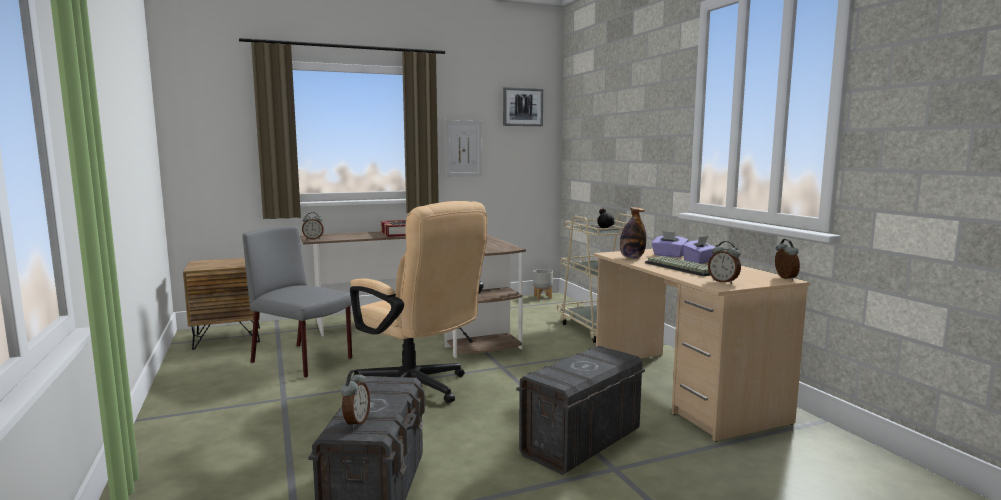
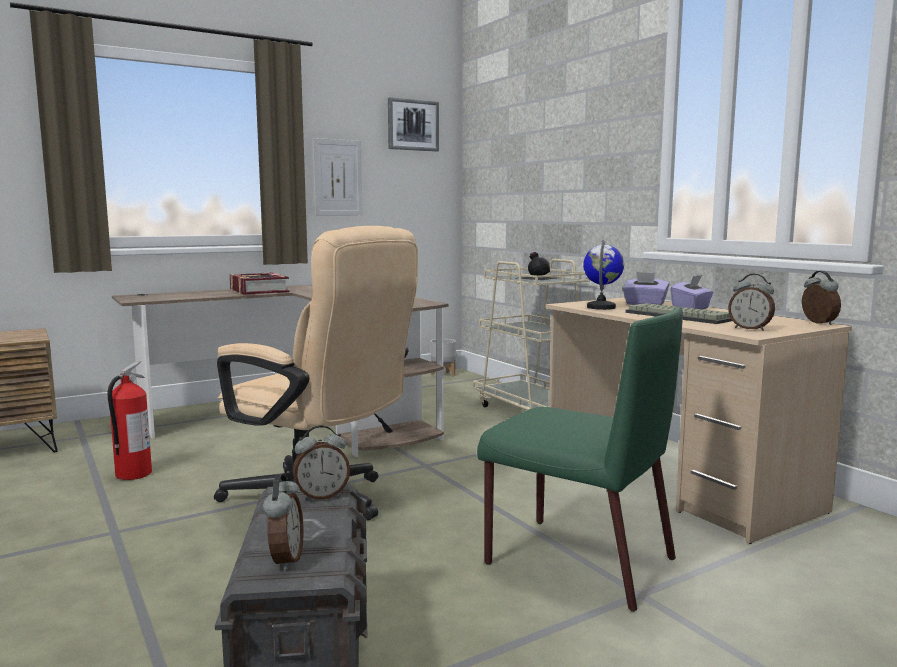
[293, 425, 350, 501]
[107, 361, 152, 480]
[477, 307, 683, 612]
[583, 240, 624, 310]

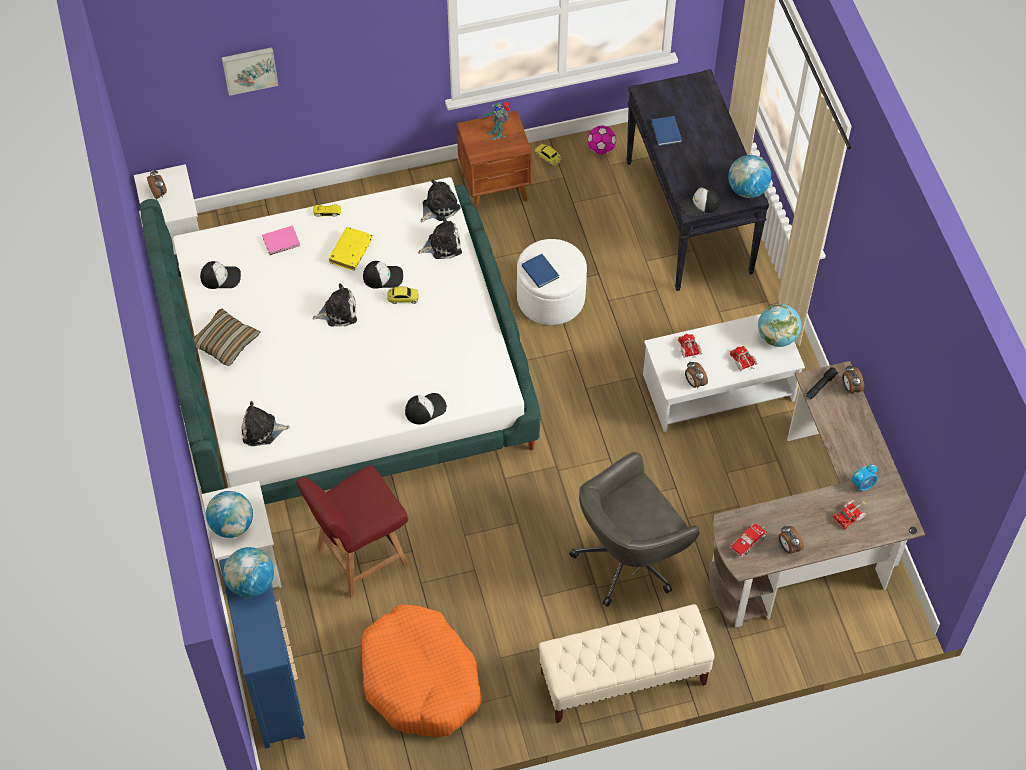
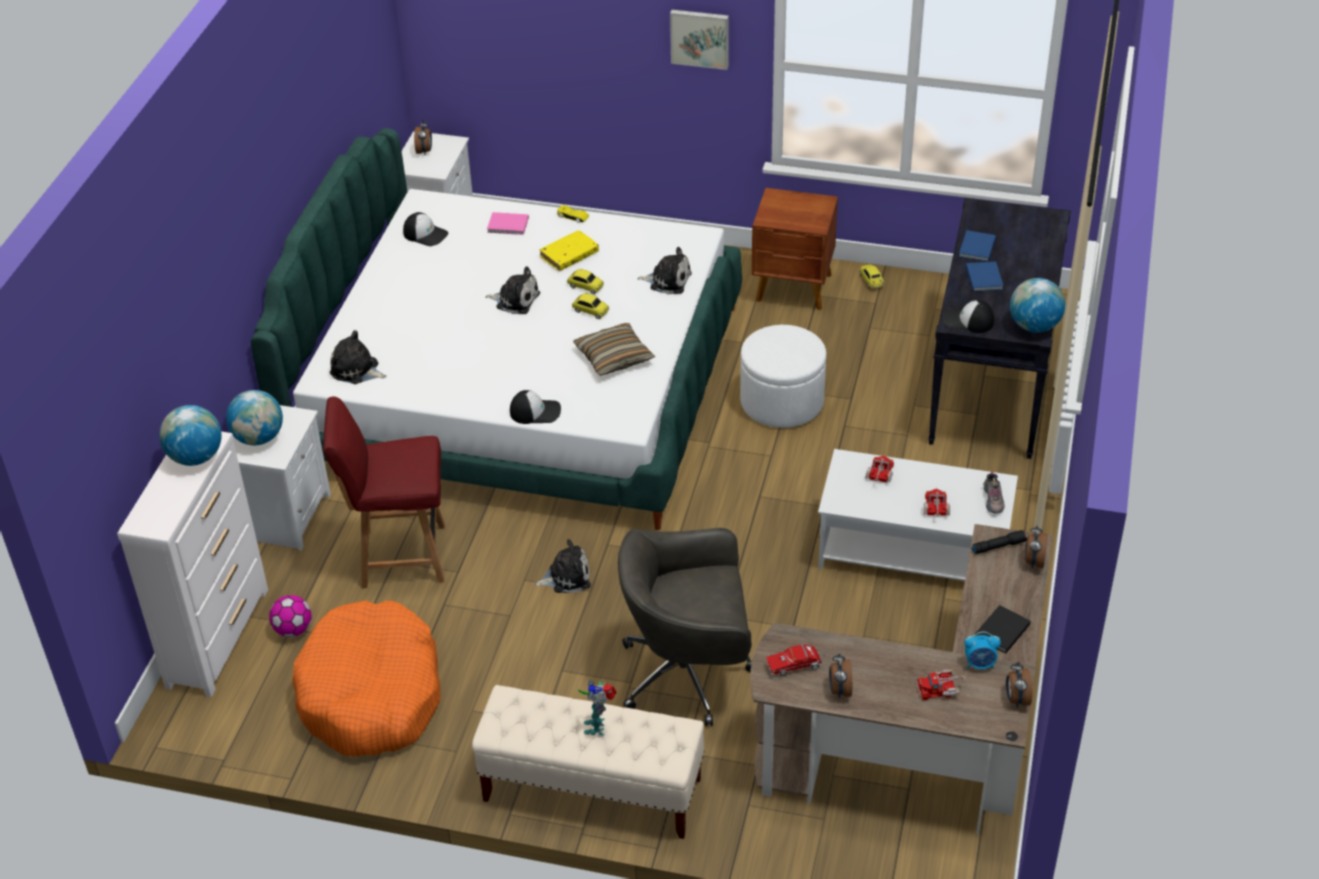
[975, 605, 1031, 654]
[573, 323, 655, 376]
[670, 10, 729, 70]
[534, 539, 591, 593]
[578, 679, 617, 736]
[966, 262, 1003, 292]
[269, 595, 312, 637]
[1006, 662, 1032, 707]
[567, 269, 604, 294]
[983, 472, 1005, 514]
[117, 431, 268, 697]

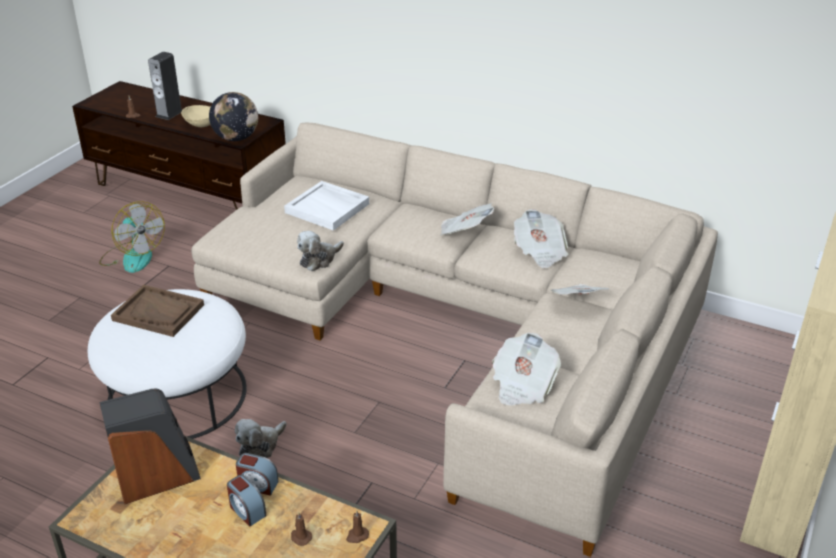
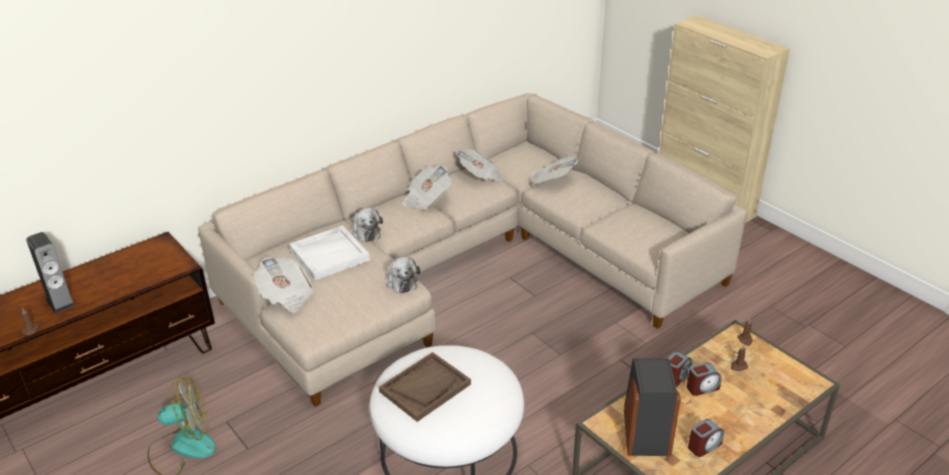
[181, 105, 211, 127] (first image)
[209, 92, 258, 141] (first image)
[688, 419, 724, 457]
[352, 208, 383, 242]
[254, 257, 315, 313]

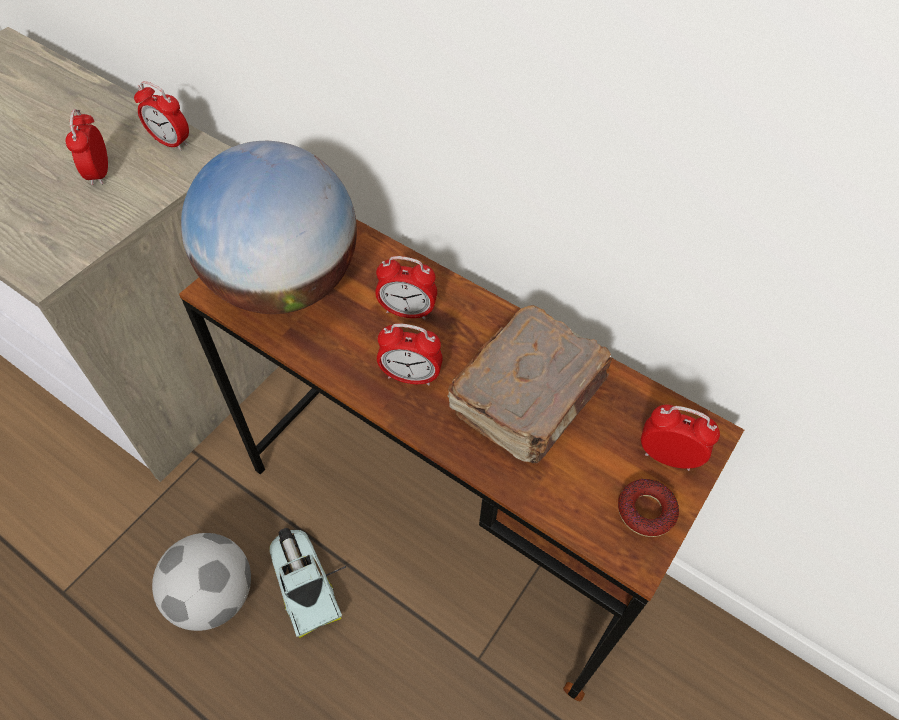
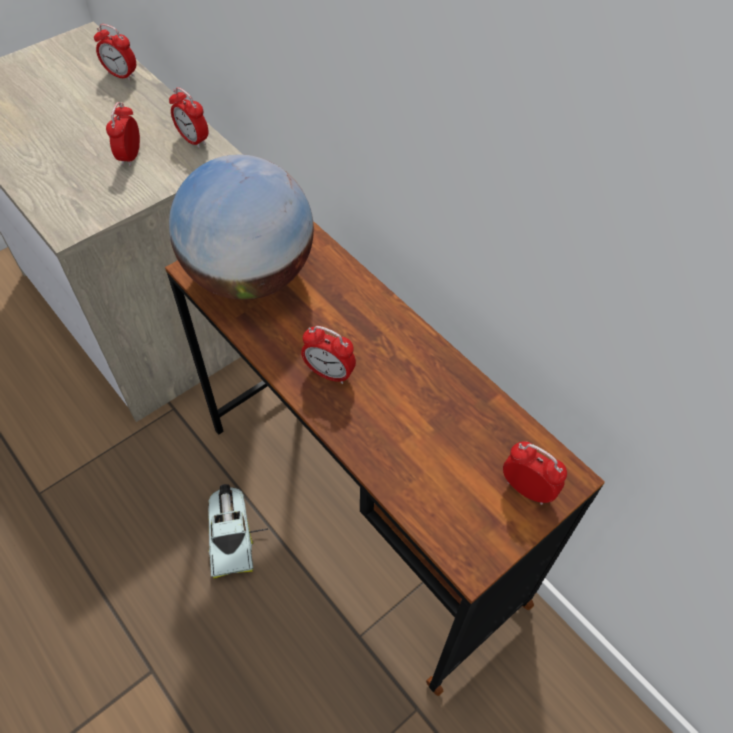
[152, 533, 251, 631] (first image)
[447, 305, 612, 463] (first image)
[618, 479, 679, 537] (first image)
[94, 24, 136, 81]

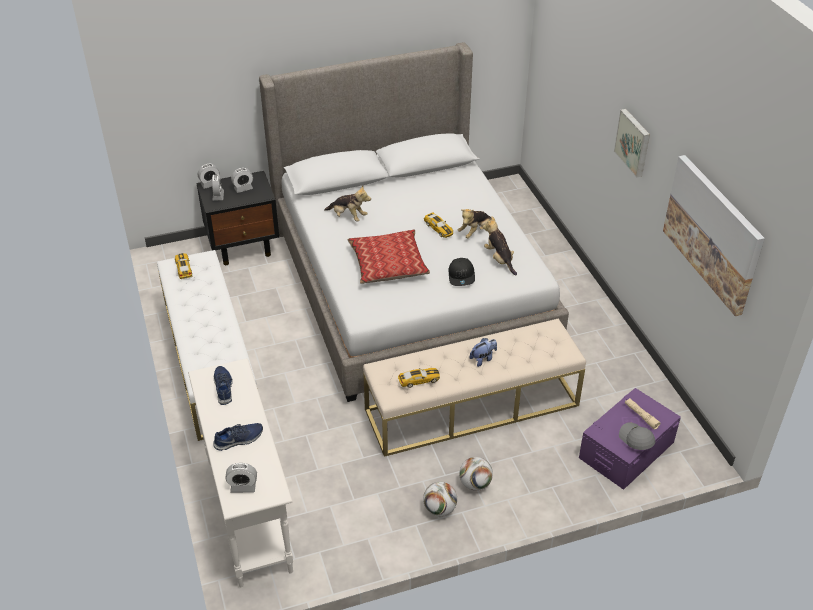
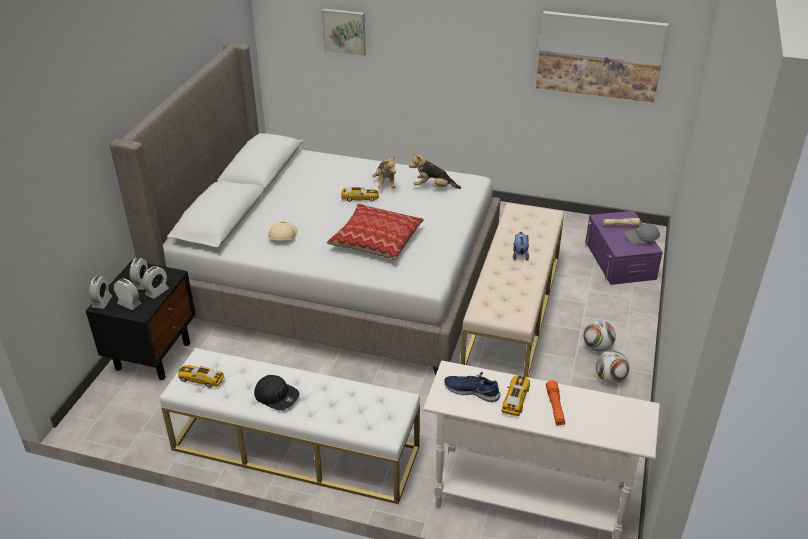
[142, 266, 169, 299]
[501, 376, 530, 417]
[254, 375, 300, 410]
[322, 8, 366, 56]
[546, 380, 565, 425]
[268, 222, 298, 241]

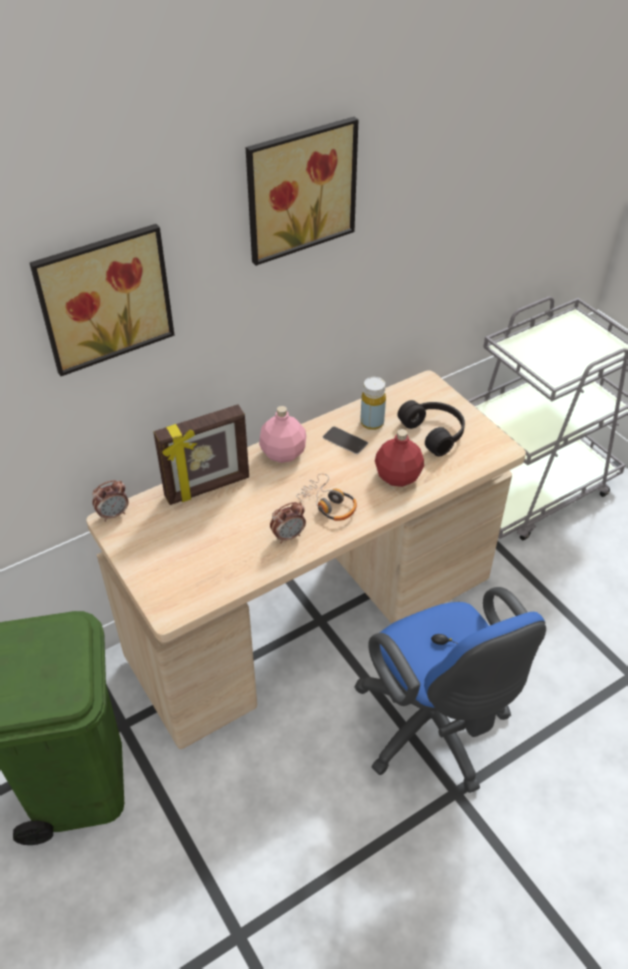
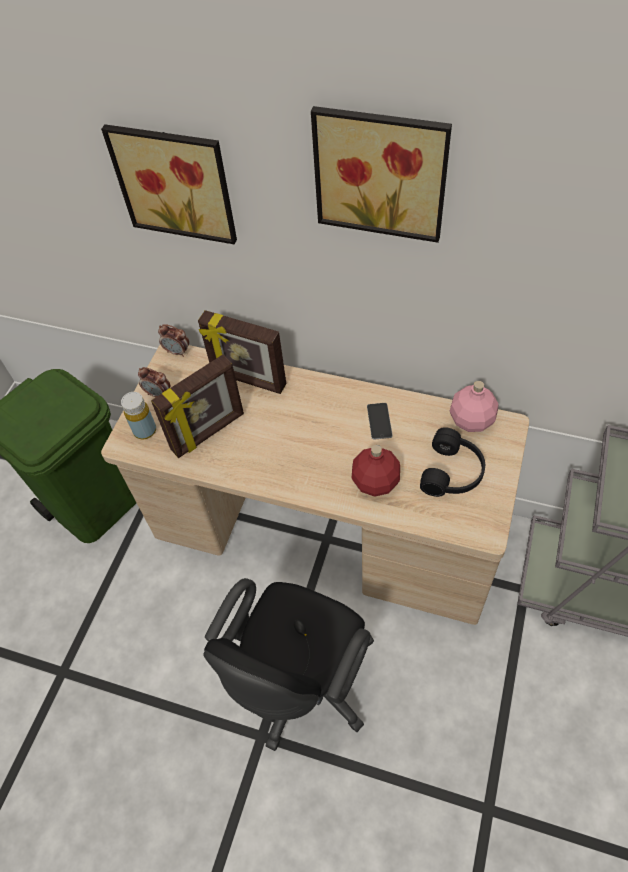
[296, 474, 357, 521] (first image)
[151, 355, 244, 458]
[450, 381, 498, 432]
[138, 367, 170, 397]
[121, 392, 156, 440]
[203, 578, 374, 751]

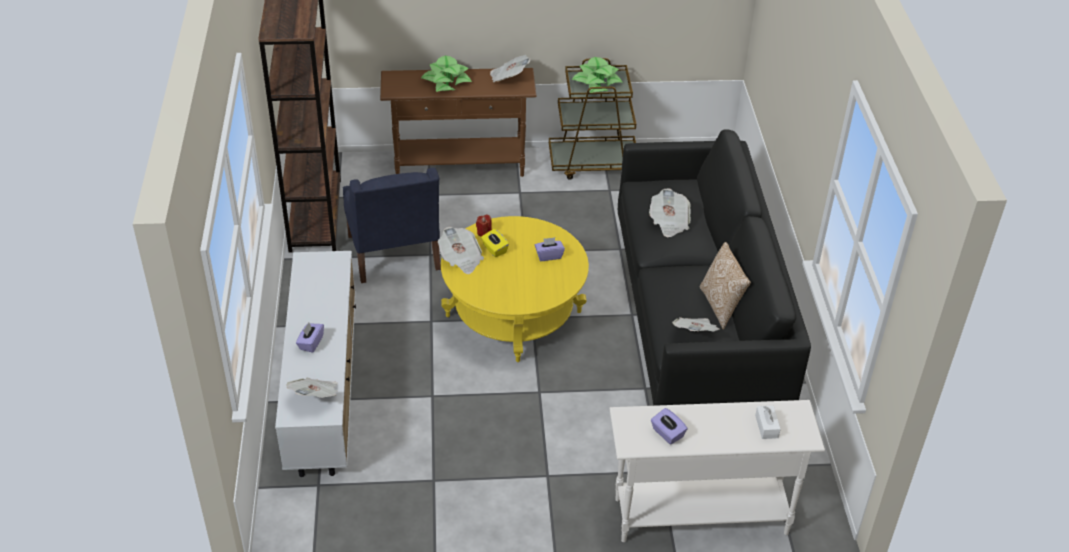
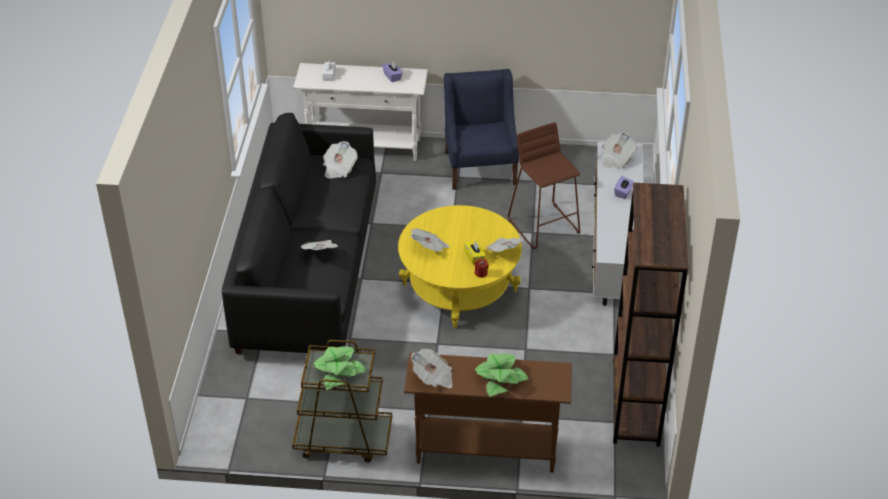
[700, 242, 751, 329] (first image)
[508, 122, 580, 249]
[444, 69, 519, 190]
[410, 228, 450, 252]

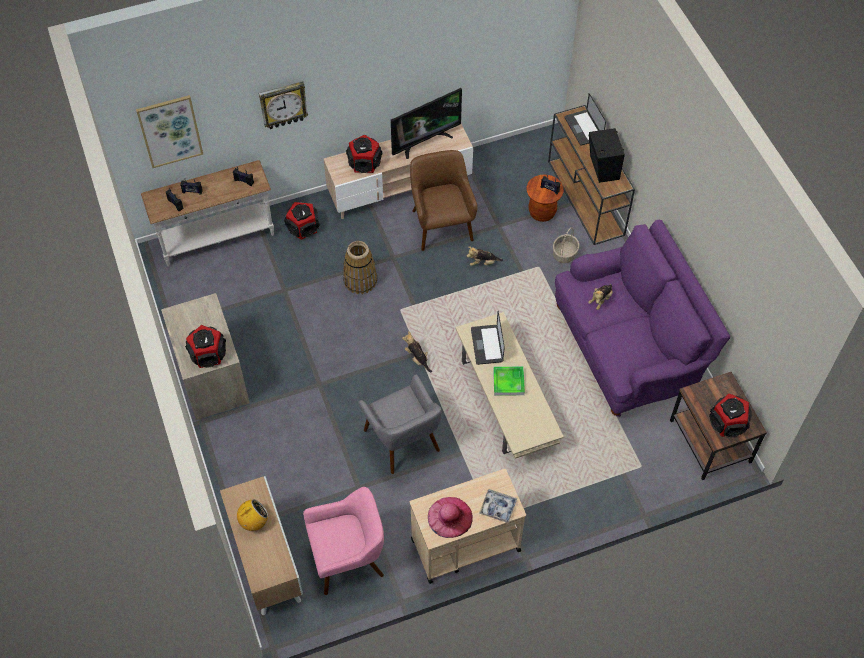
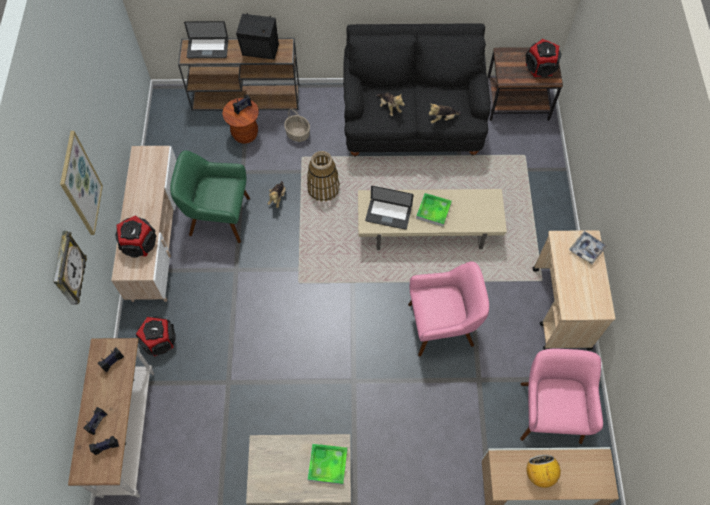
[391, 88, 462, 159] (first image)
[428, 497, 473, 538] (first image)
[60, 131, 103, 235]
[307, 151, 340, 202]
[429, 104, 461, 124]
[307, 444, 347, 485]
[408, 261, 489, 356]
[170, 150, 250, 243]
[343, 23, 490, 157]

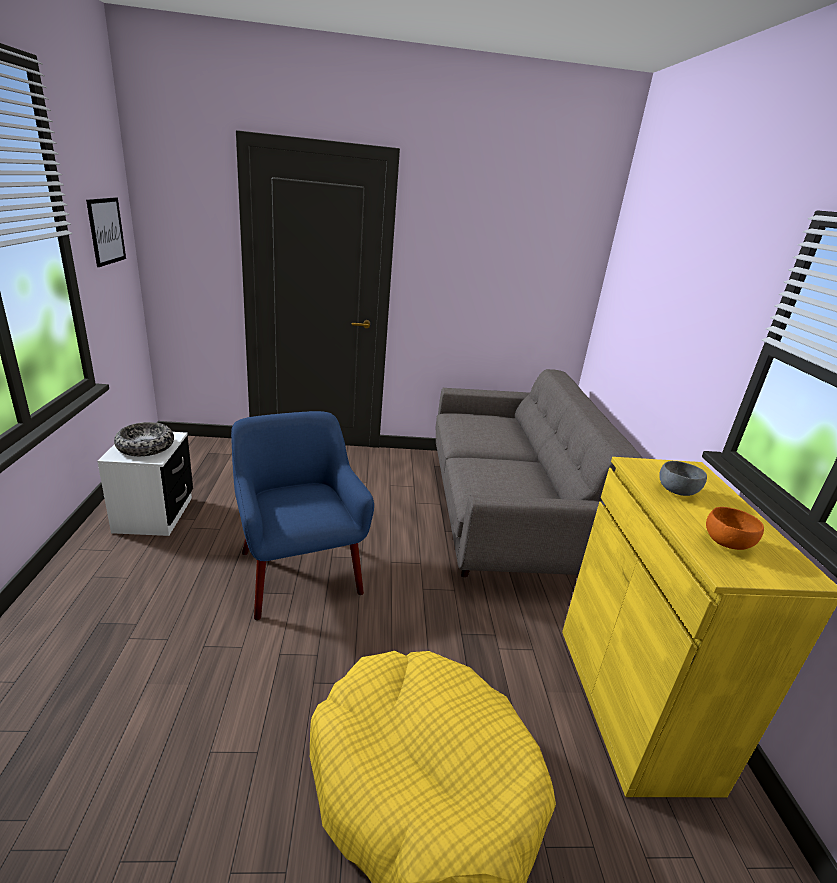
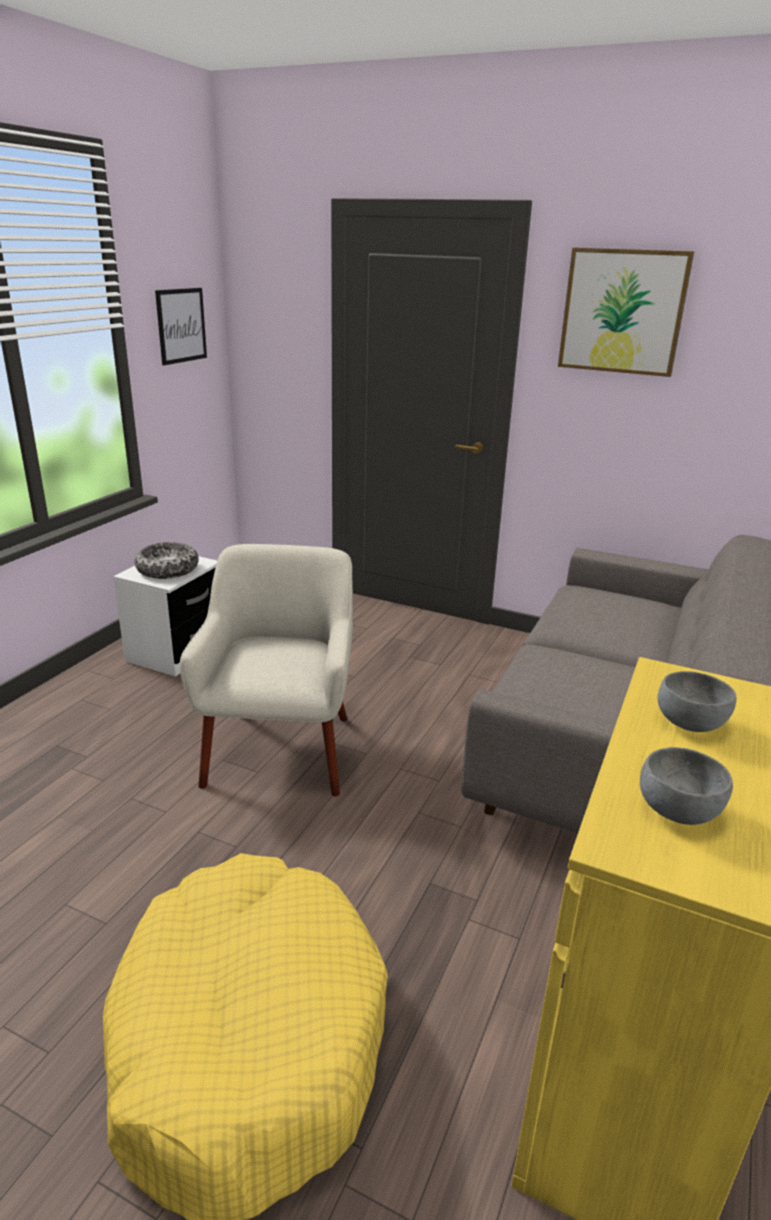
[558, 248, 694, 377]
[180, 544, 353, 797]
[640, 747, 733, 825]

